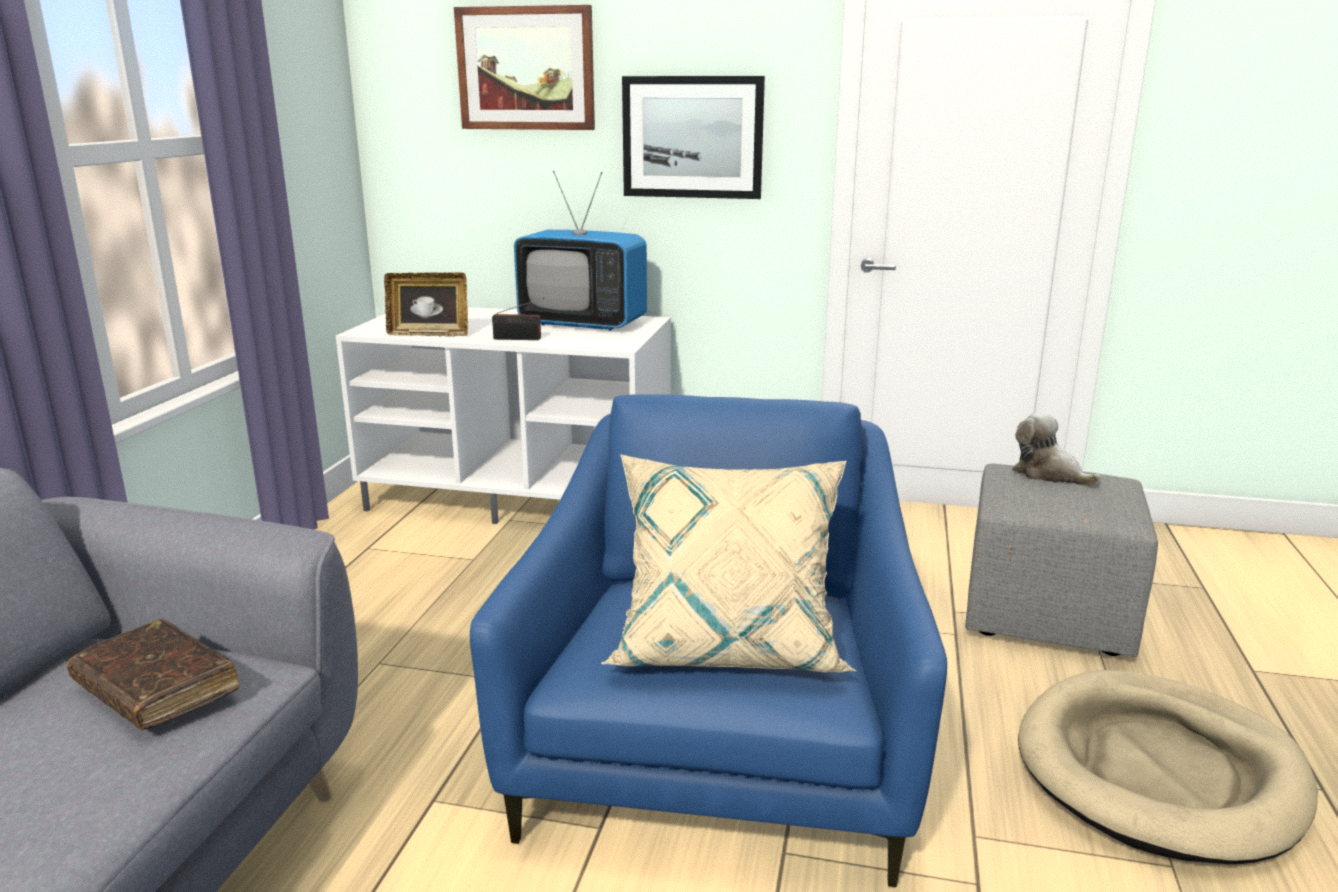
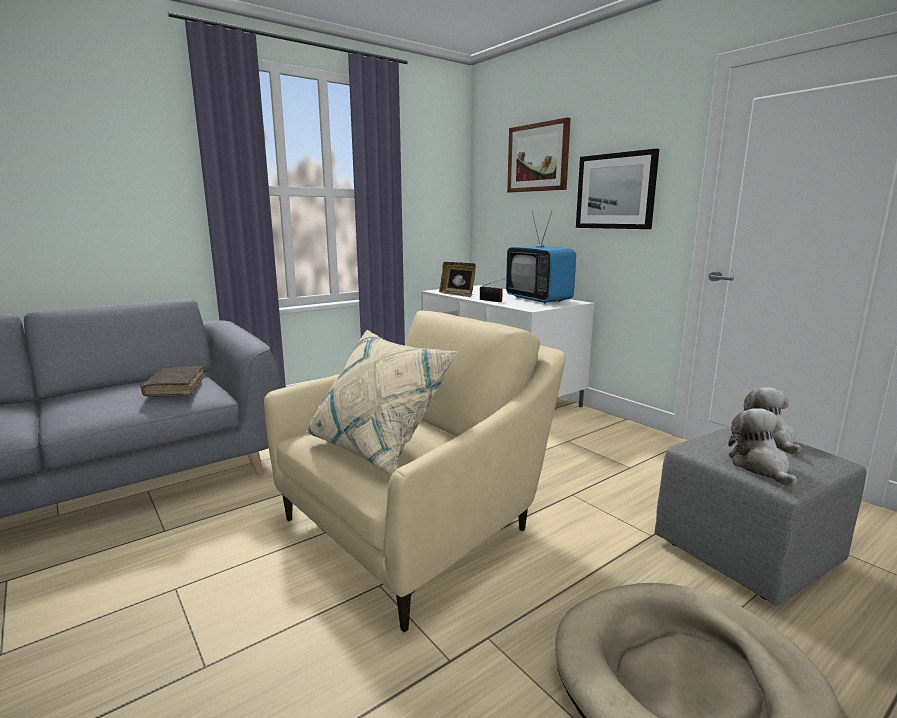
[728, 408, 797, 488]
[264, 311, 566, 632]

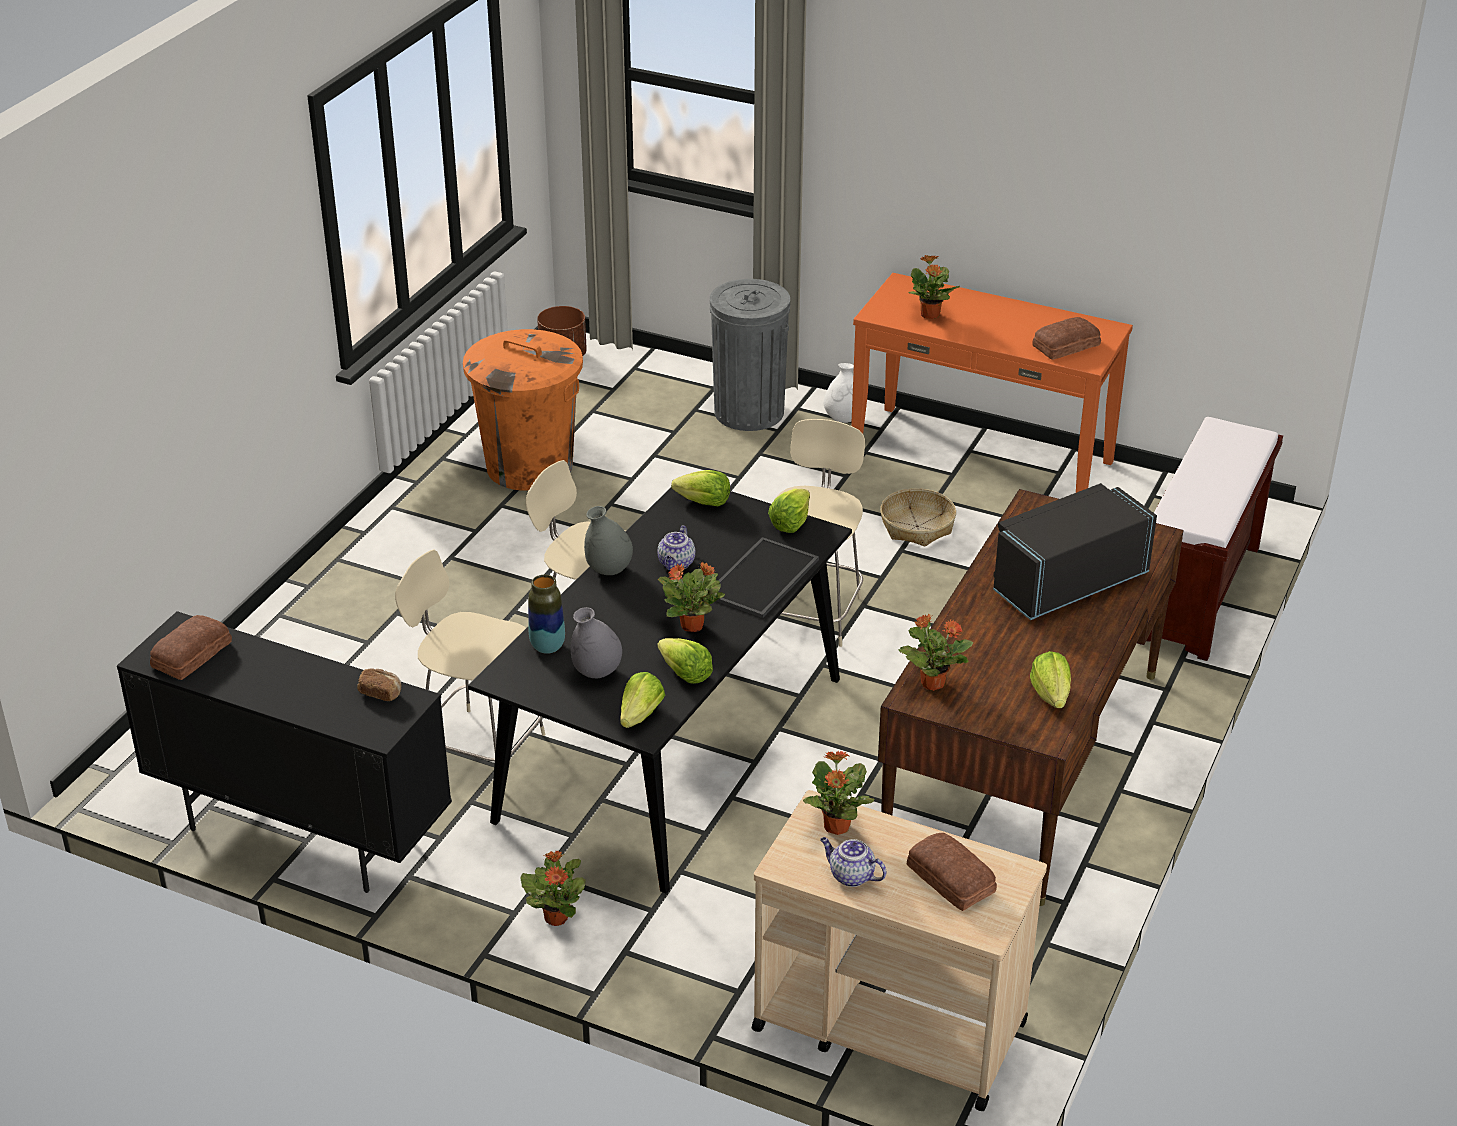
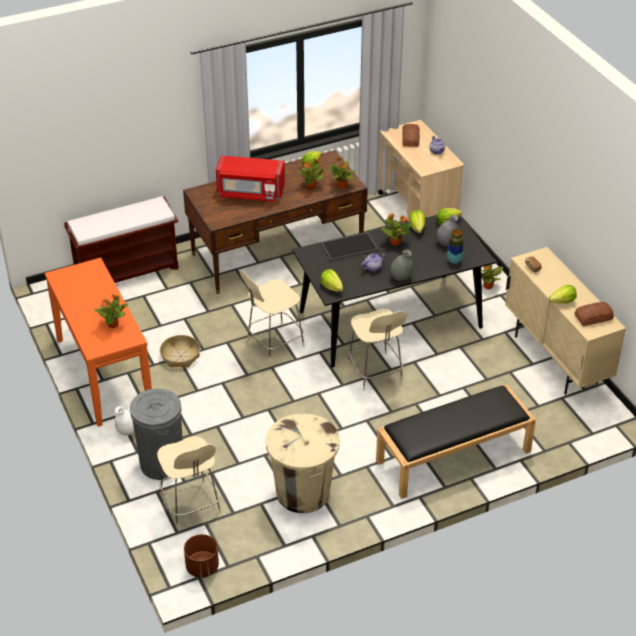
[1032, 317, 1101, 360] (first image)
[376, 384, 536, 499]
[157, 436, 221, 528]
[549, 285, 577, 304]
[297, 159, 327, 189]
[505, 247, 626, 395]
[265, 413, 340, 513]
[216, 155, 285, 202]

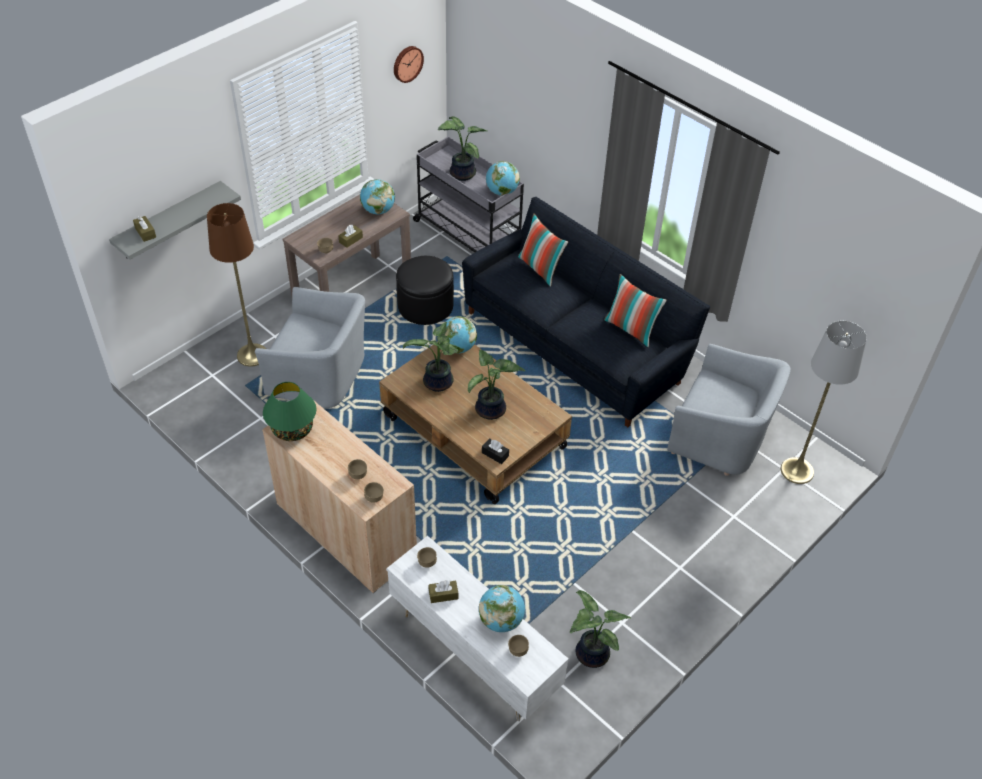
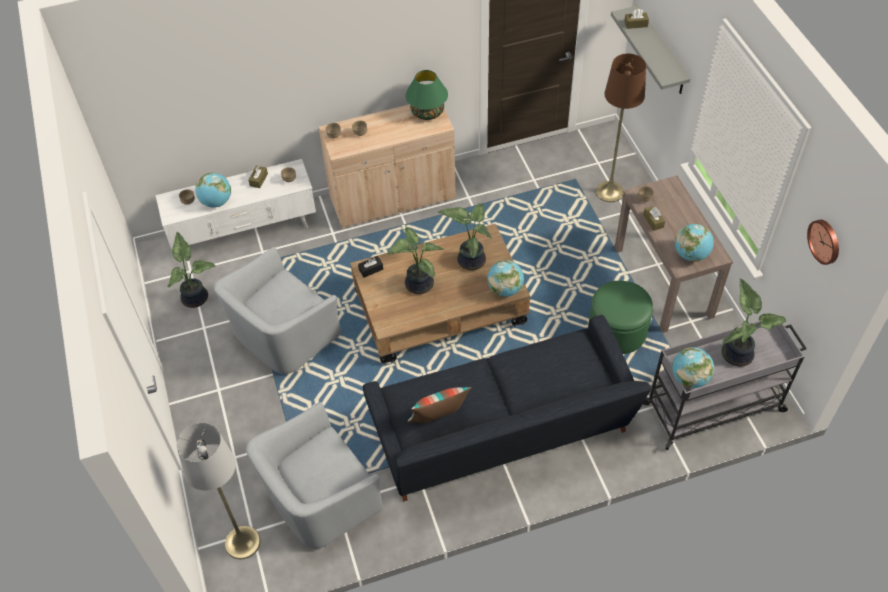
[518, 213, 568, 287] (first image)
[214, 247, 341, 374]
[588, 281, 653, 354]

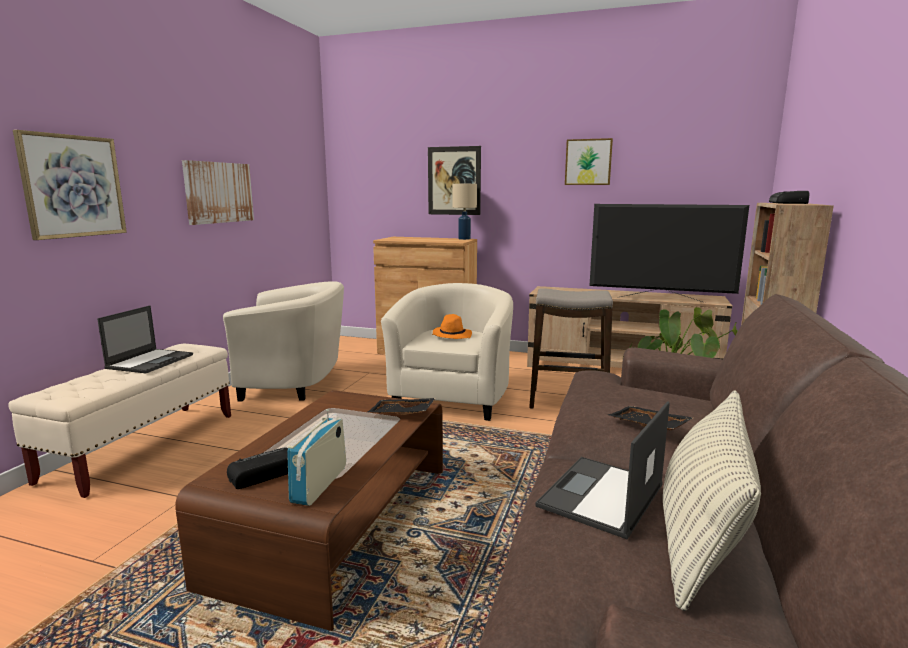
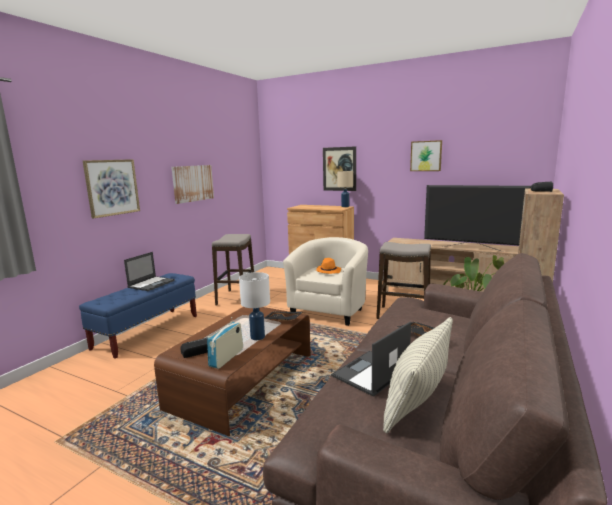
[239, 272, 270, 340]
[212, 234, 254, 305]
[79, 273, 197, 359]

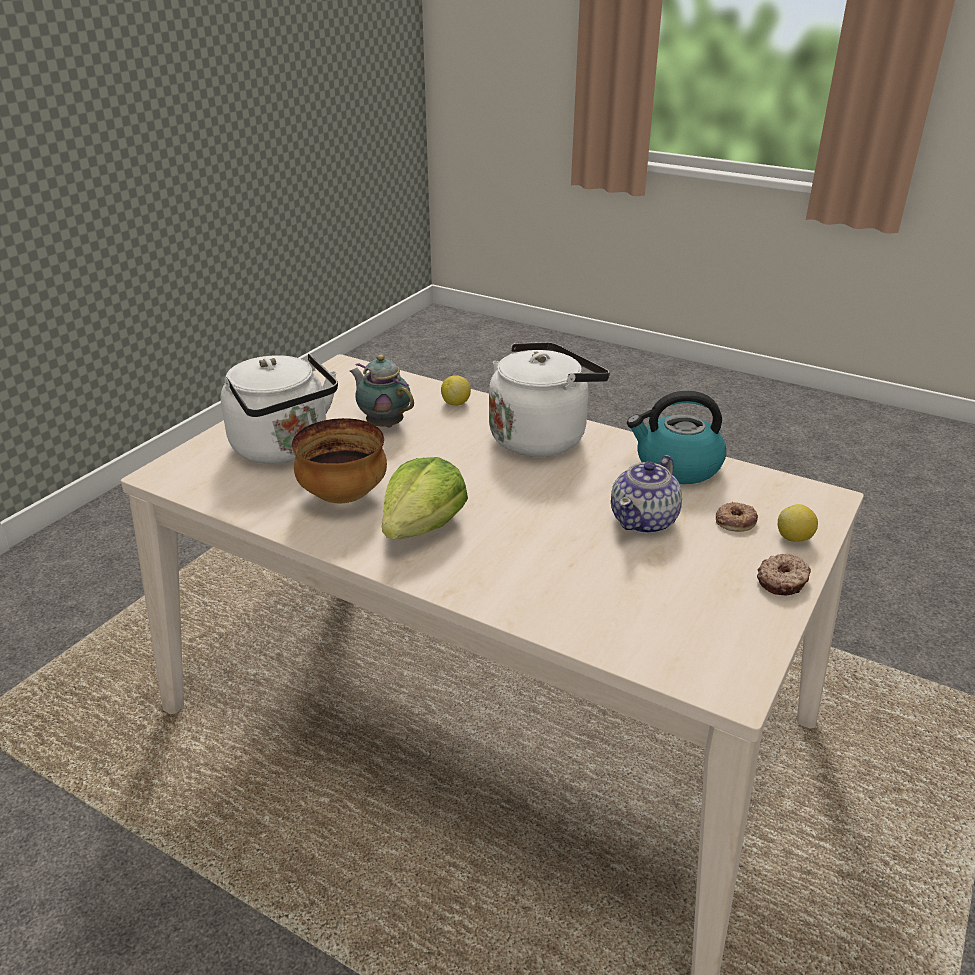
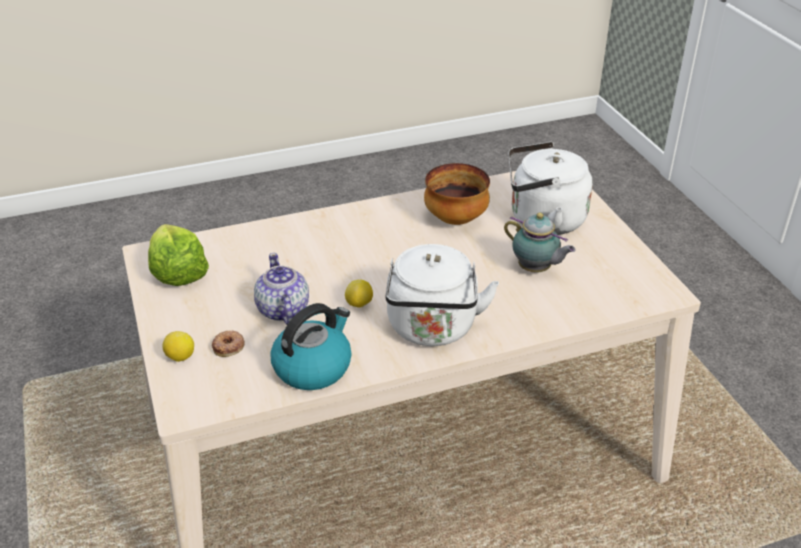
[757, 554, 811, 595] (first image)
[148, 224, 209, 286]
[345, 280, 373, 308]
[504, 212, 576, 272]

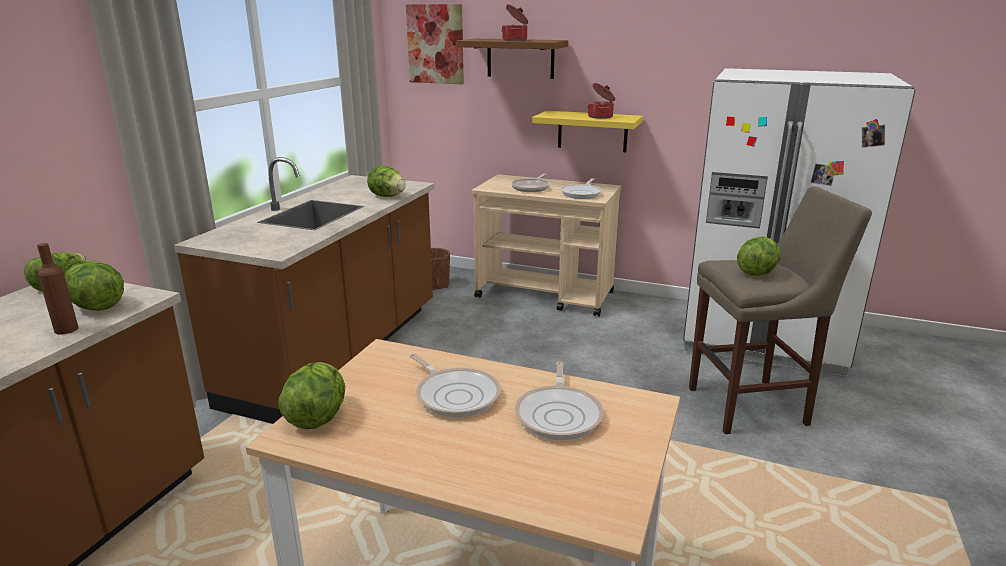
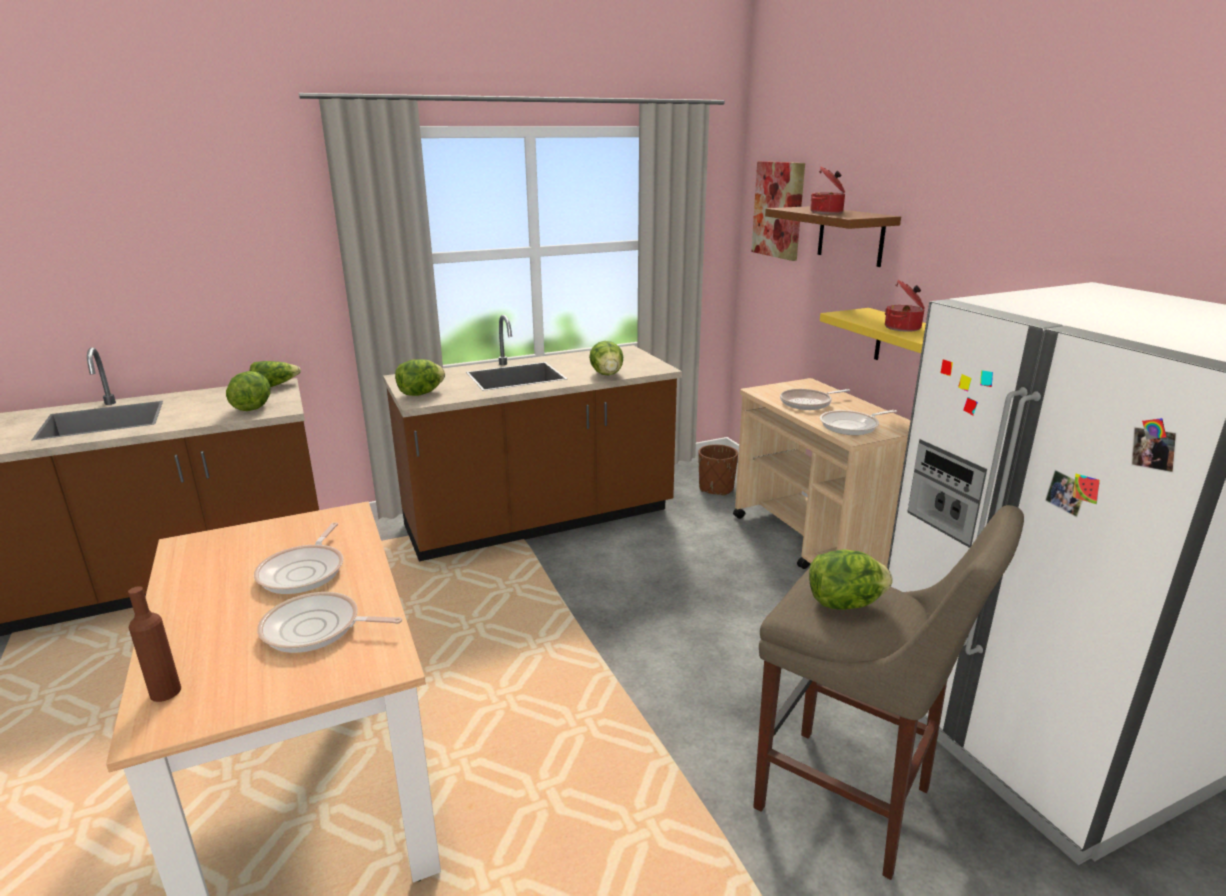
[128, 586, 181, 702]
[395, 359, 445, 396]
[257, 592, 402, 653]

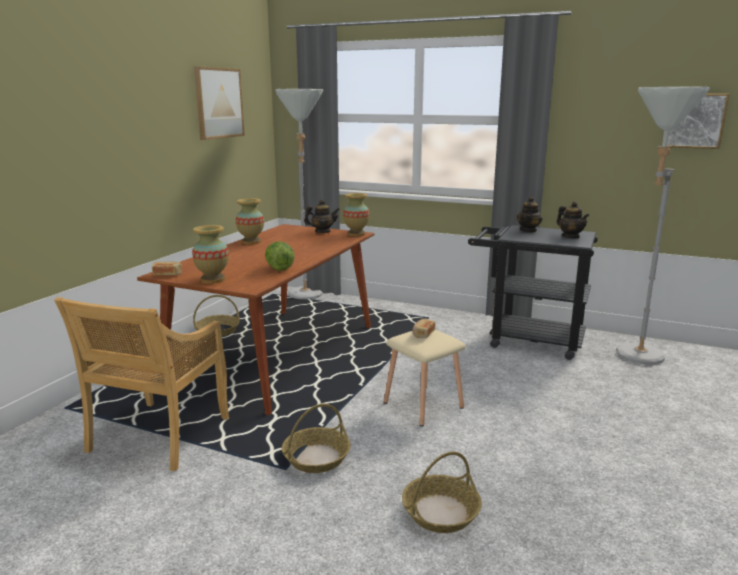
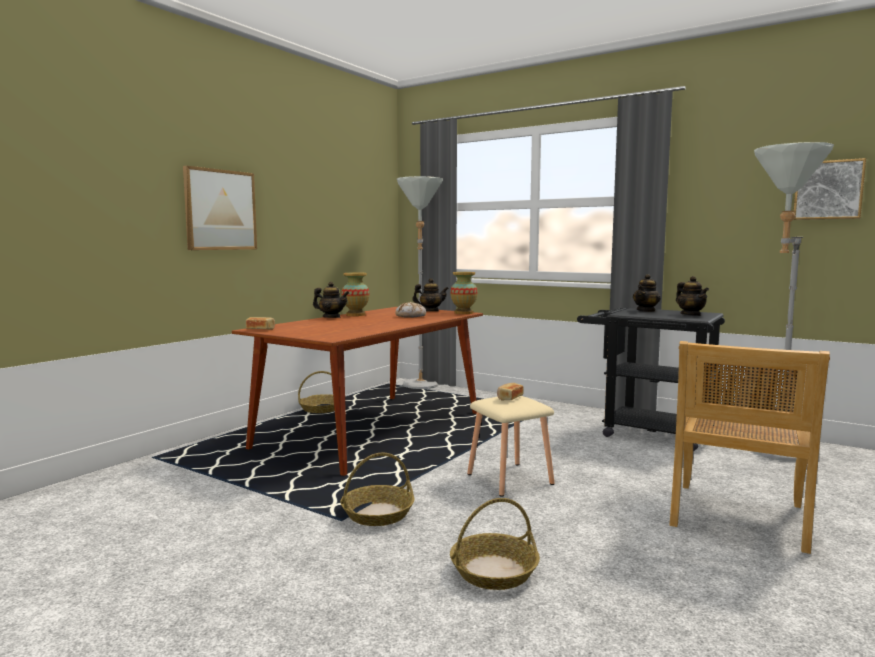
[192, 225, 229, 284] (first image)
[265, 241, 295, 271] (first image)
[313, 282, 349, 318]
[395, 302, 426, 318]
[670, 341, 830, 554]
[183, 166, 257, 250]

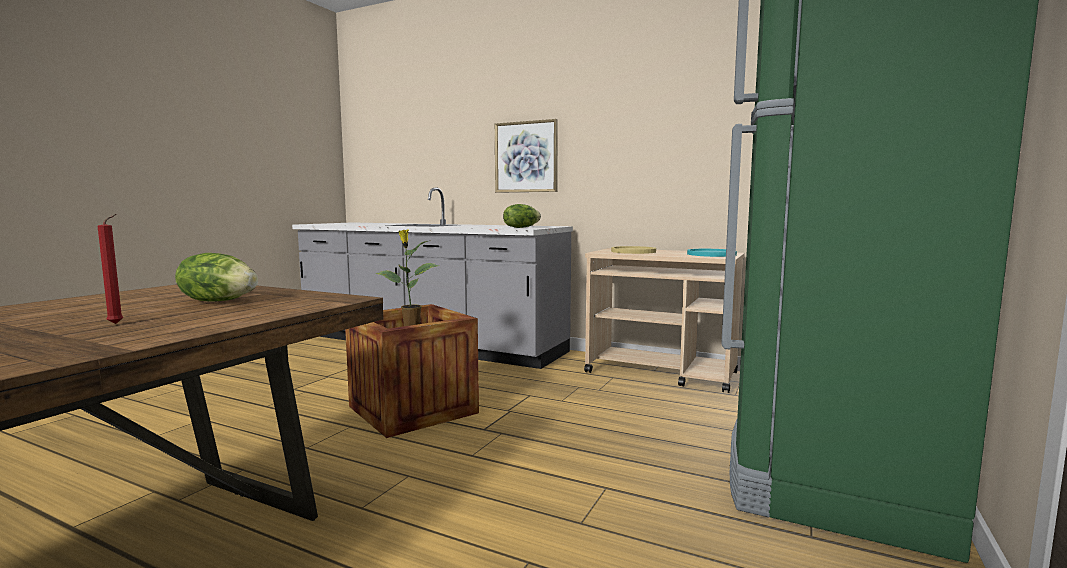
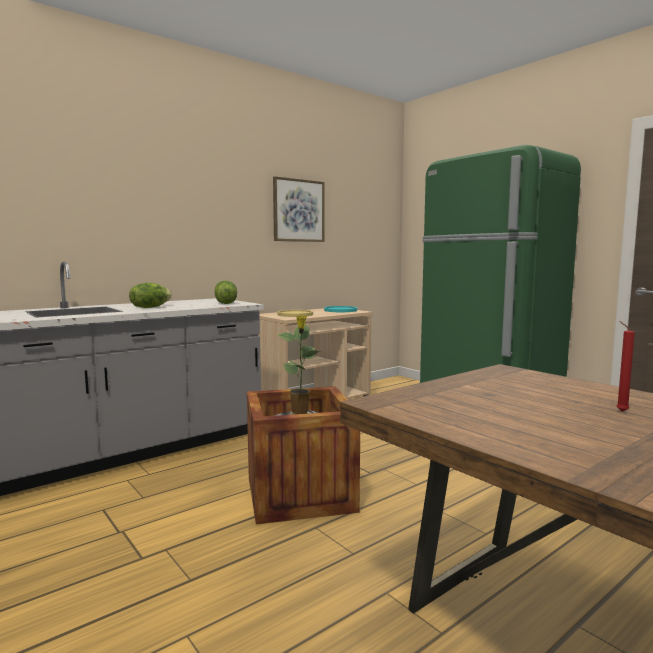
[129, 283, 172, 308]
[273, 176, 325, 242]

